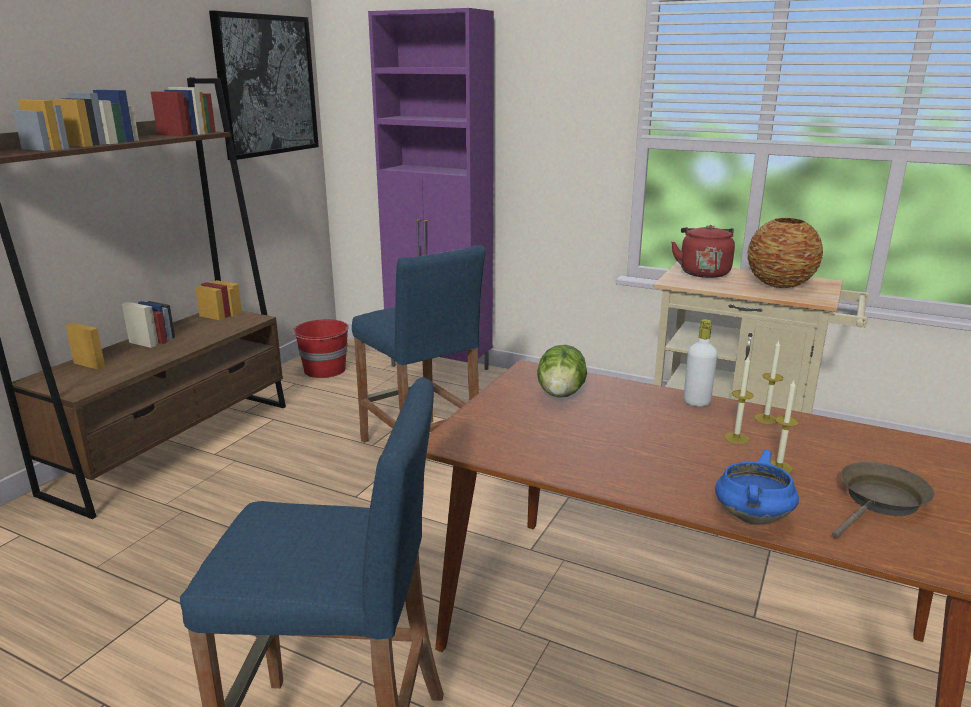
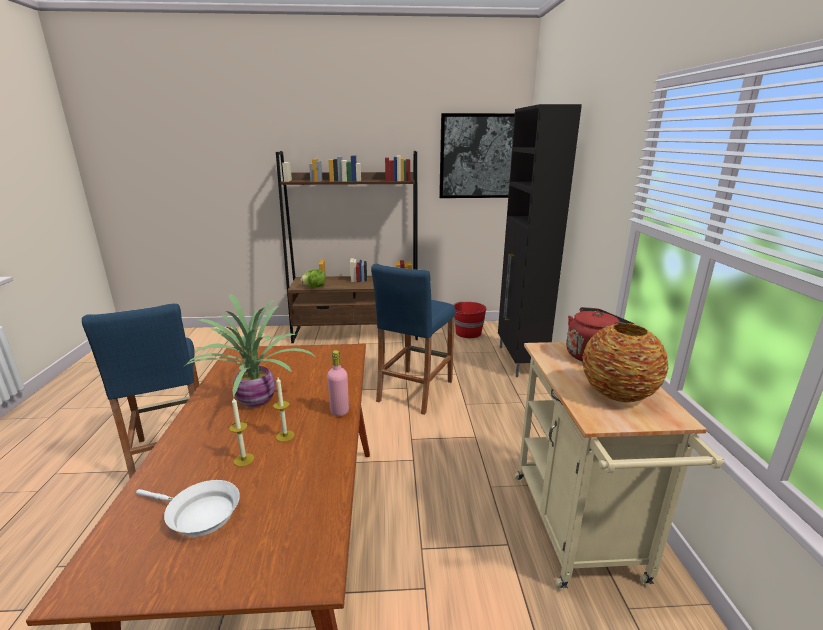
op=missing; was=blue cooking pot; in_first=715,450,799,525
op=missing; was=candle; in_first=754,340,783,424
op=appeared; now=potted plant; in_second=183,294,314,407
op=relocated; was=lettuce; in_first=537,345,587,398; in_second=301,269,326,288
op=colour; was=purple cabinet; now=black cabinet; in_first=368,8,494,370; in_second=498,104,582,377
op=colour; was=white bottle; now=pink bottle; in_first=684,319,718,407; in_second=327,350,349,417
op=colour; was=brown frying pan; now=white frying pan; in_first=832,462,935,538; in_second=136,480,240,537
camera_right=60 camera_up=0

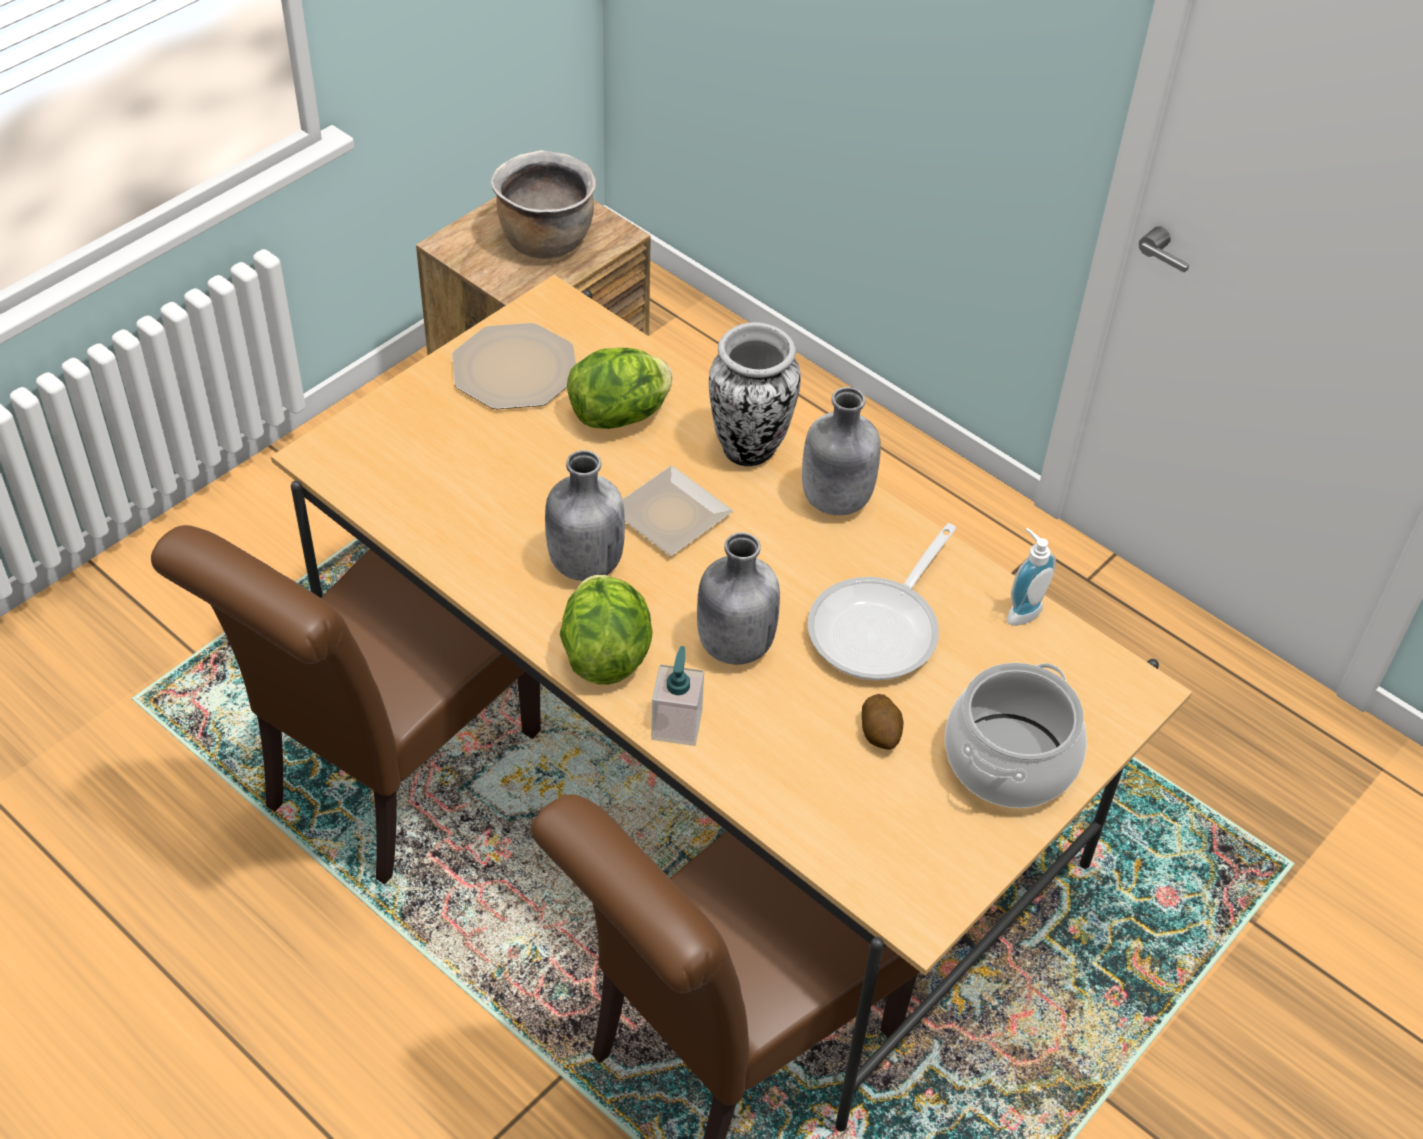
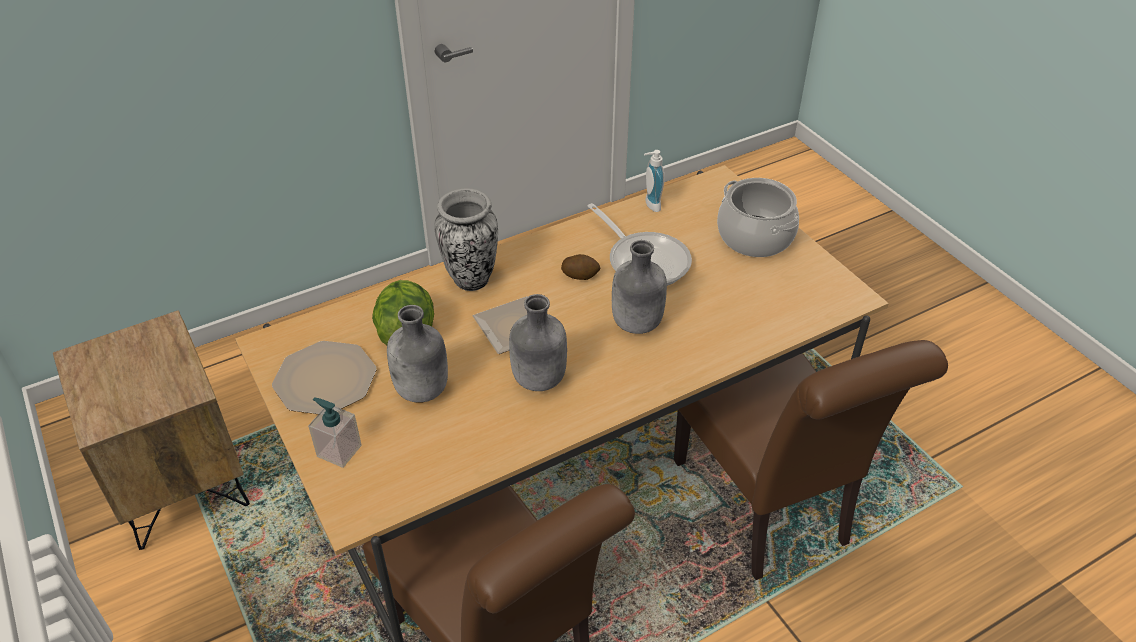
op=missing; was=brown cooking pot; in_first=491,150,596,259
op=missing; was=lettuce; in_first=560,575,653,685
op=relocated; was=soap dispenser; in_first=651,646,704,746; in_second=308,398,362,468
op=relocated; was=grey bottle; in_first=802,387,881,515; in_second=387,305,448,403
op=relocated; was=potato; in_first=862,694,904,750; in_second=561,254,600,280
camera_right=-70 camera_up=-5

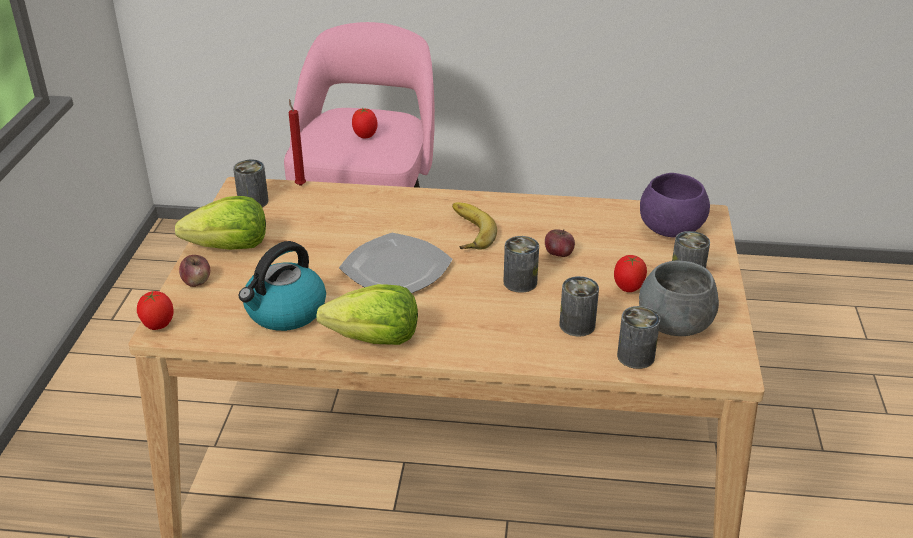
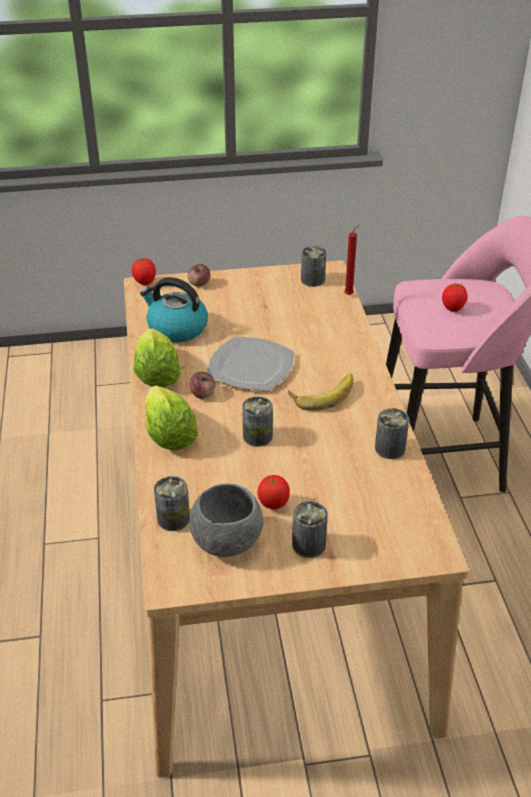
op=missing; was=purple bowl; in_first=640,173,710,237
op=relocated; was=lettuce; in_first=175,196,266,250; in_second=145,386,198,451
op=relocated; was=apple; in_first=545,229,575,257; in_second=190,372,215,399
op=relocated; was=can; in_first=560,276,599,337; in_second=375,408,409,459
camera_right=75 camera_up=5

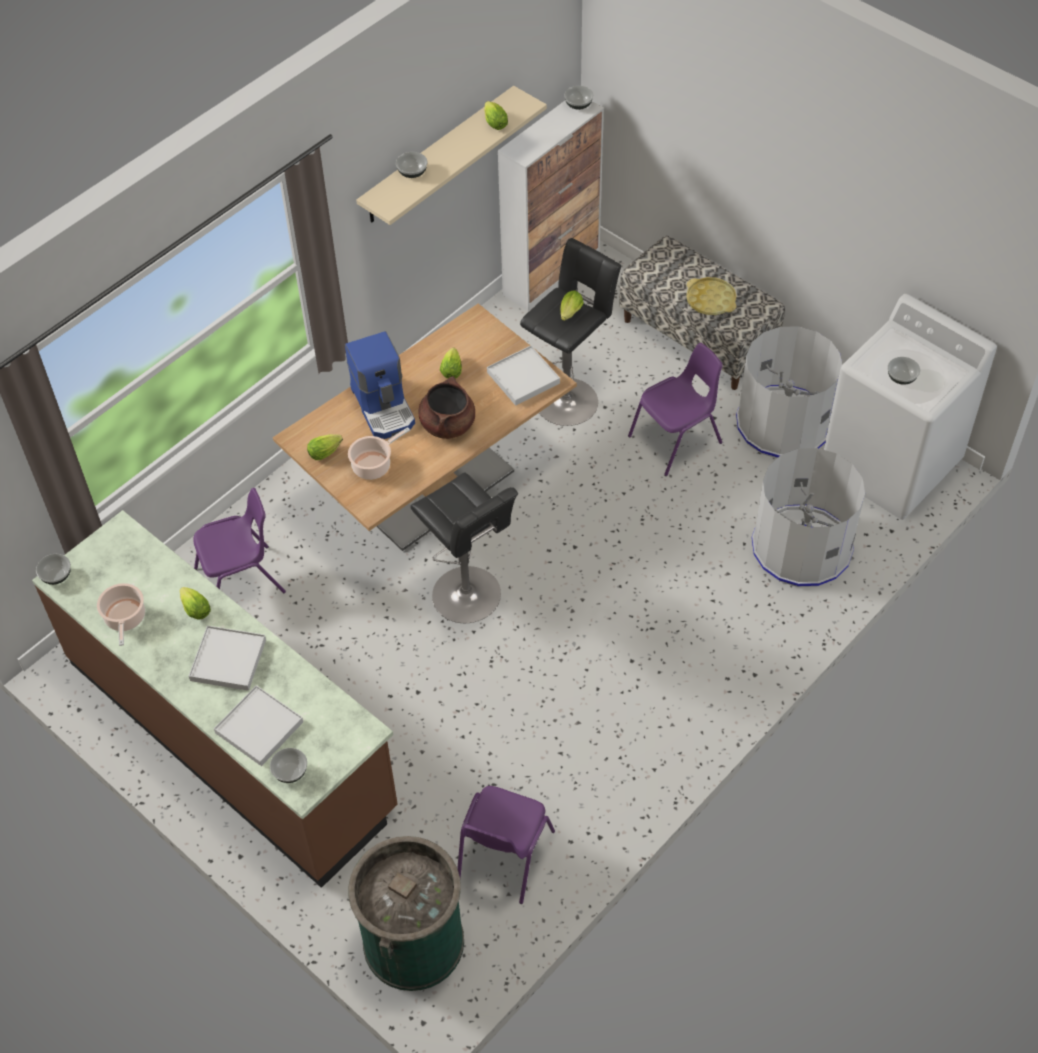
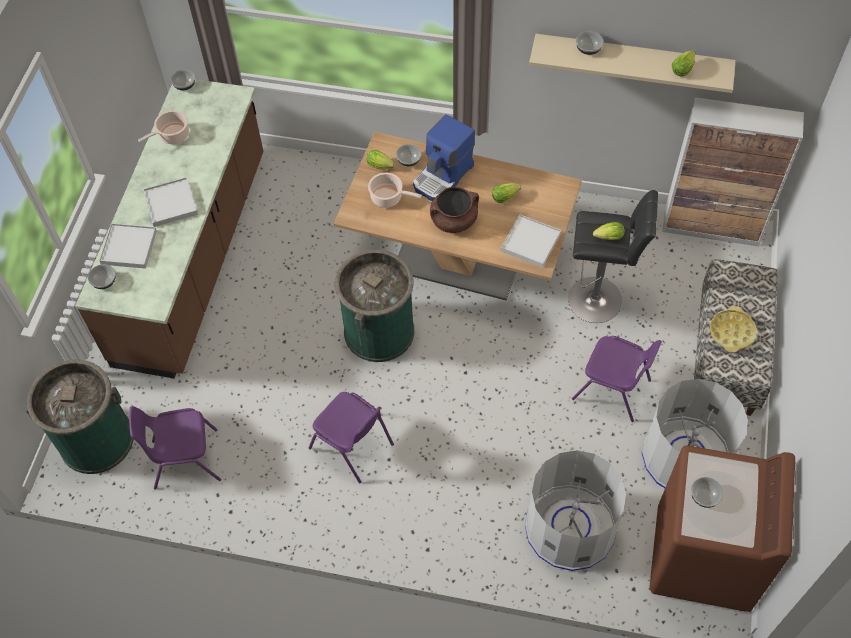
op=missing; was=lettuce; in_first=180,587,211,620
op=relocated; was=purple chair; in_first=193,488,286,593; in_second=309,392,394,484
op=relocated; was=bowl; in_first=564,86,593,110; in_second=396,144,421,166
op=exchanged; was=black stool; now=green trash can; in_first=410,473,518,623; in_second=335,250,414,362
op=colour; was=white washing machine; now=brown washing machine; in_first=824,294,997,520; in_second=649,446,795,612
camera_right=60 camera_up=5

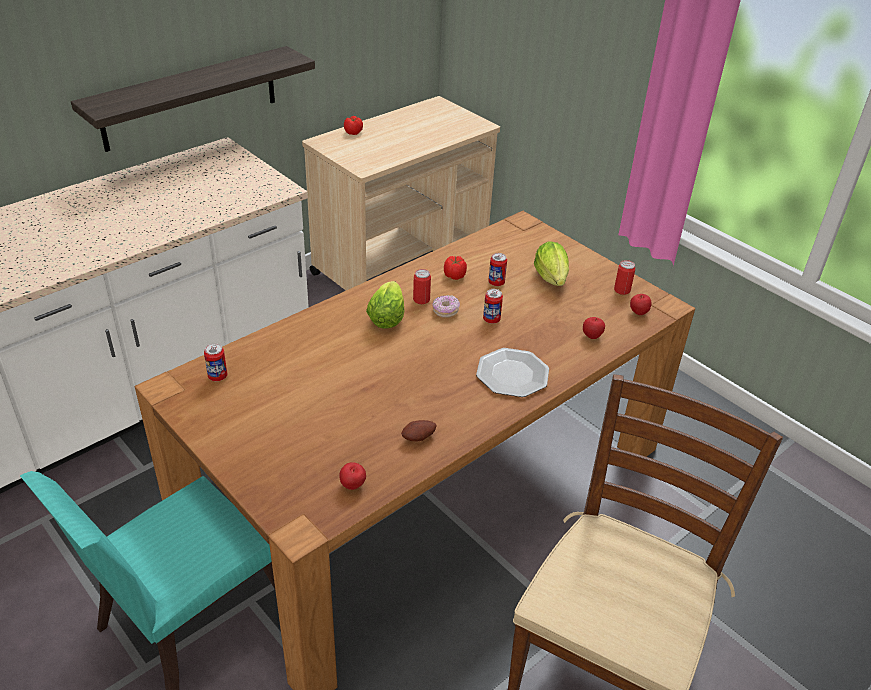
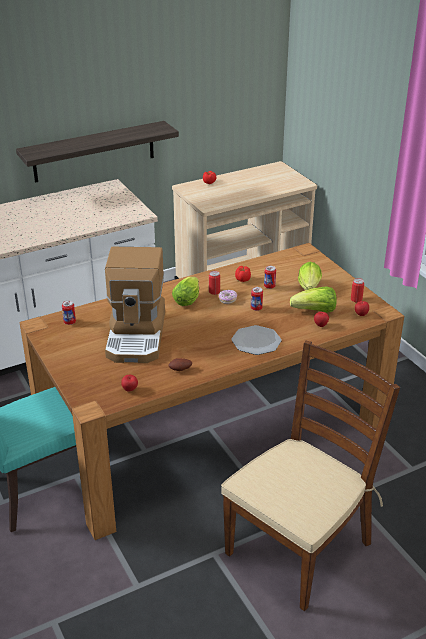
op=appeared; now=coffee machine; in_second=105,247,165,363
op=appeared; now=lettuce; in_second=290,286,337,313
camera_right=15 camera_up=-5

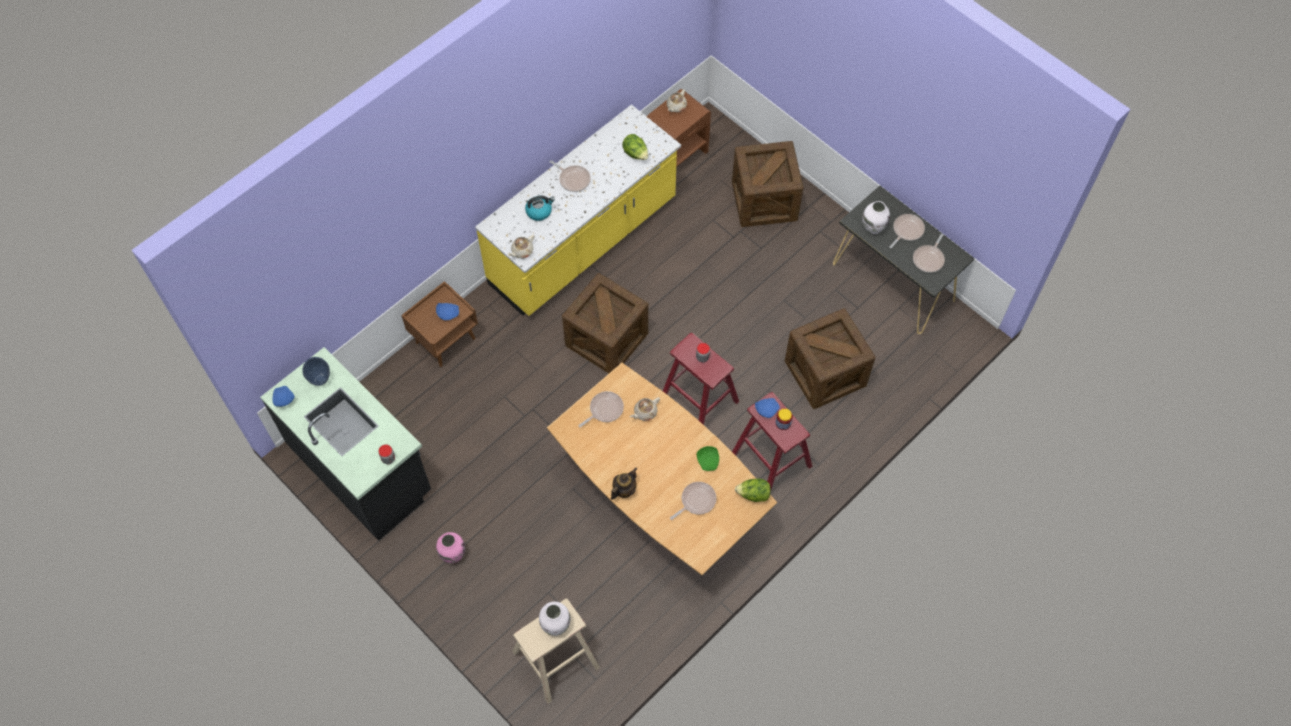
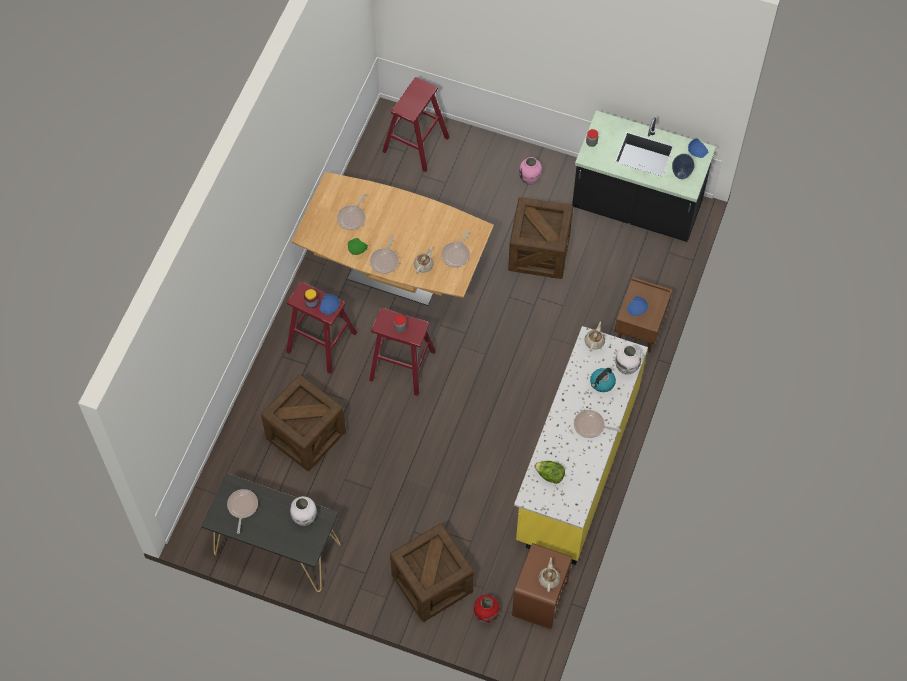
op=missing; was=teapot; in_first=611,468,637,500
op=missing; was=lettuce; in_first=735,478,771,502
op=appeared; now=red vase; in_second=474,595,500,623
op=relocated; was=white vase; in_first=539,602,570,636; in_second=615,345,641,375
op=relocated; was=crate; in_first=562,273,648,373; in_second=508,197,573,279
op=relocated; was=frying pan; in_first=889,214,925,248; in_second=370,235,399,274
op=colour; was=beige stool; now=red stool; in_first=512,598,600,704; in_second=382,77,449,172
camera_right=155 camera_up=0

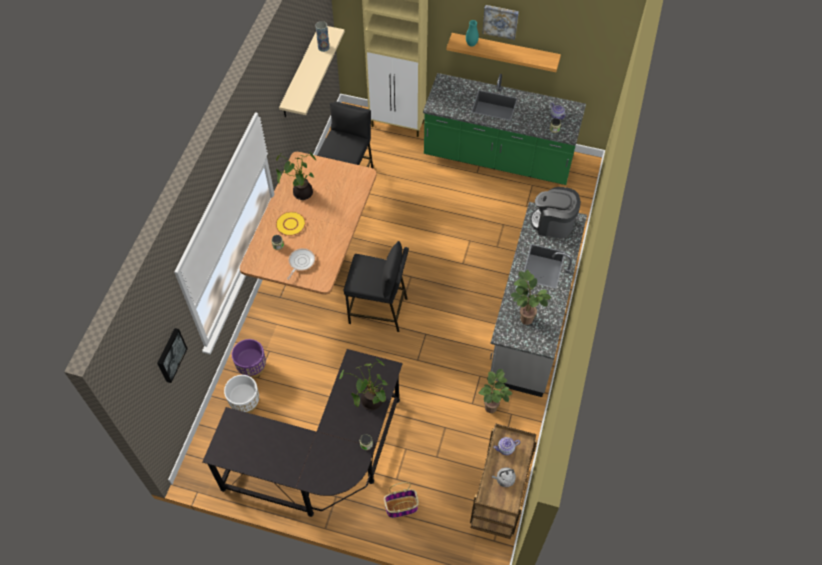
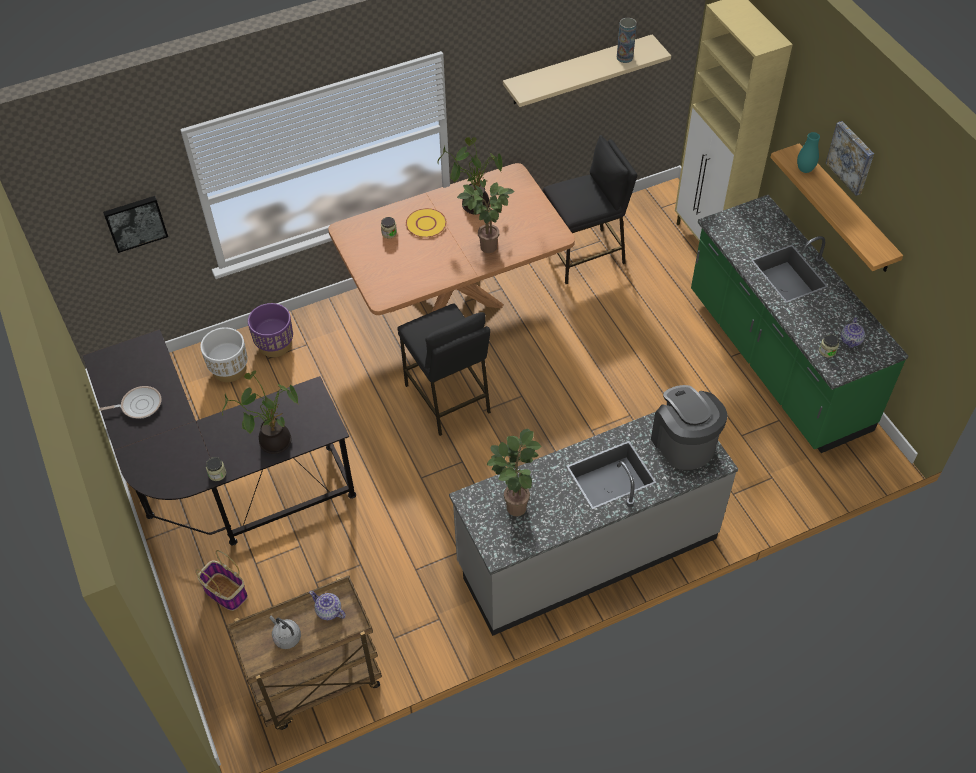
op=relocated; was=frying pan; in_first=287,248,315,280; in_second=99,386,161,419
op=relocated; was=potted plant; in_first=479,369,512,413; in_second=457,182,515,253
camera_right=50 camera_up=-5

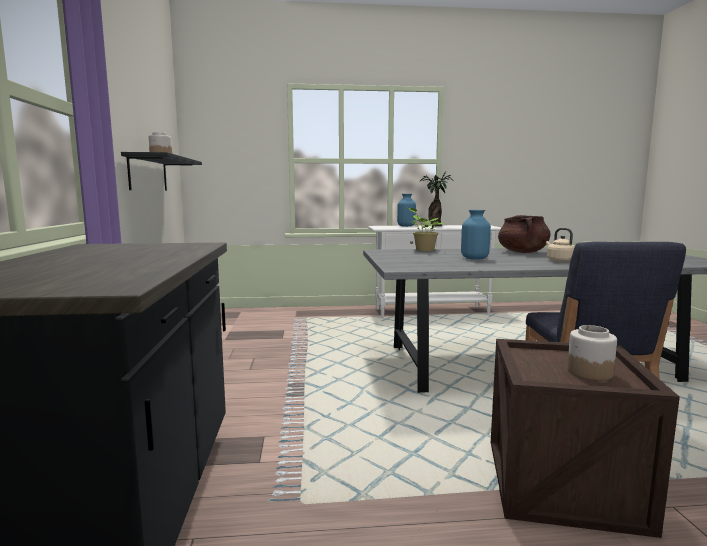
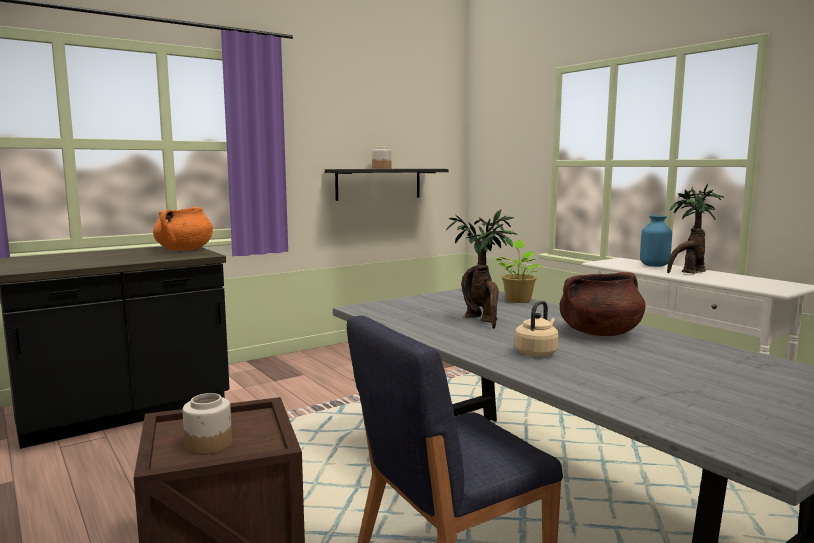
op=appeared; now=orange cooking pot; in_second=153,207,213,251
op=exchanged; was=blue vase; now=potted plant; in_first=461,210,491,260; in_second=446,209,517,329
camera_right=60 camera_up=0

